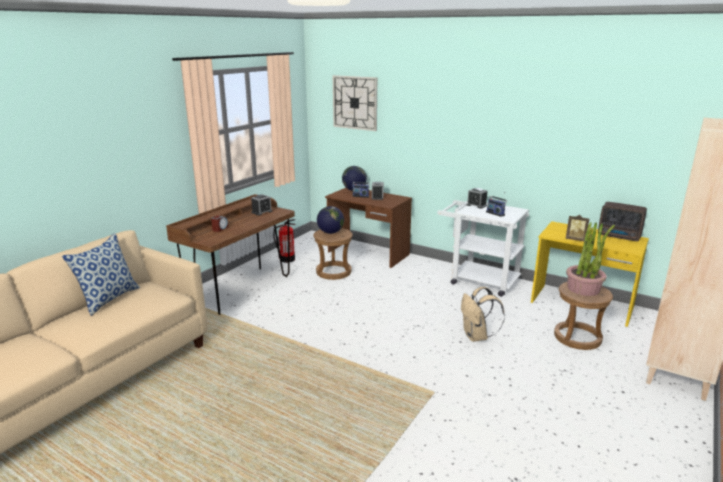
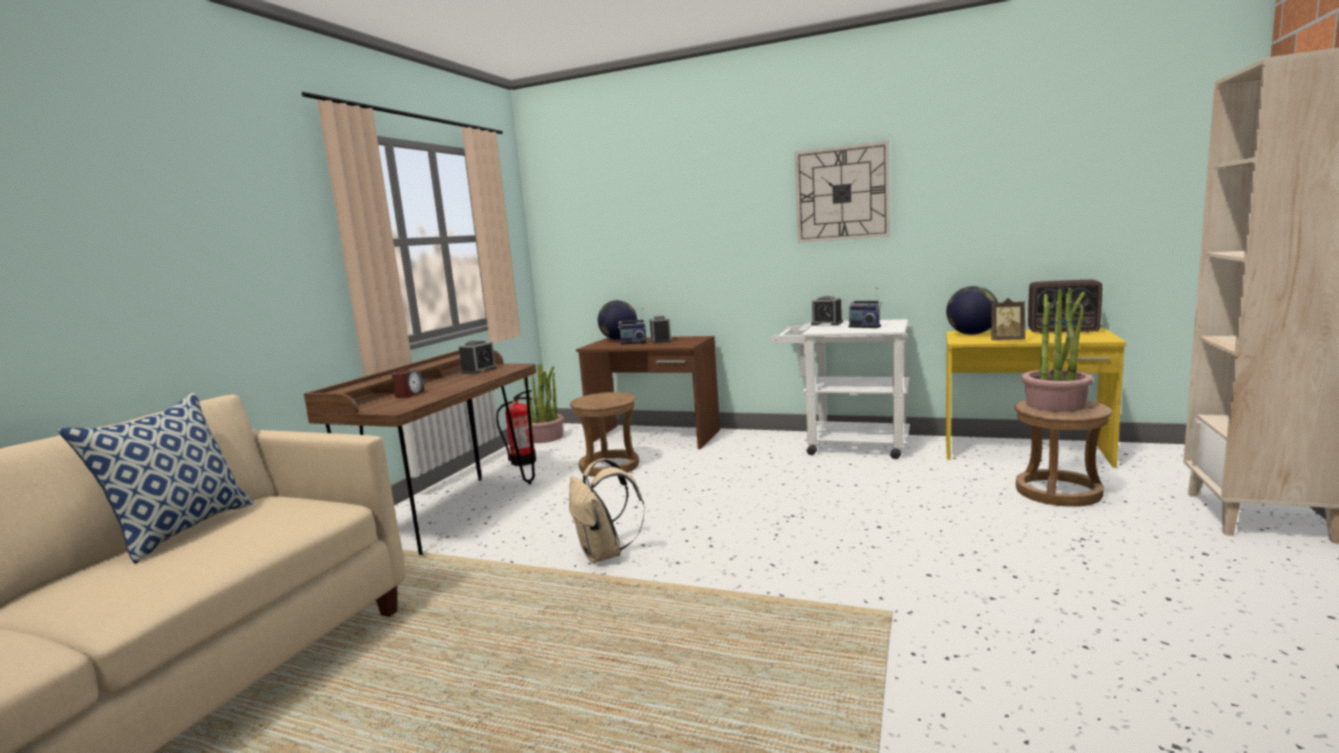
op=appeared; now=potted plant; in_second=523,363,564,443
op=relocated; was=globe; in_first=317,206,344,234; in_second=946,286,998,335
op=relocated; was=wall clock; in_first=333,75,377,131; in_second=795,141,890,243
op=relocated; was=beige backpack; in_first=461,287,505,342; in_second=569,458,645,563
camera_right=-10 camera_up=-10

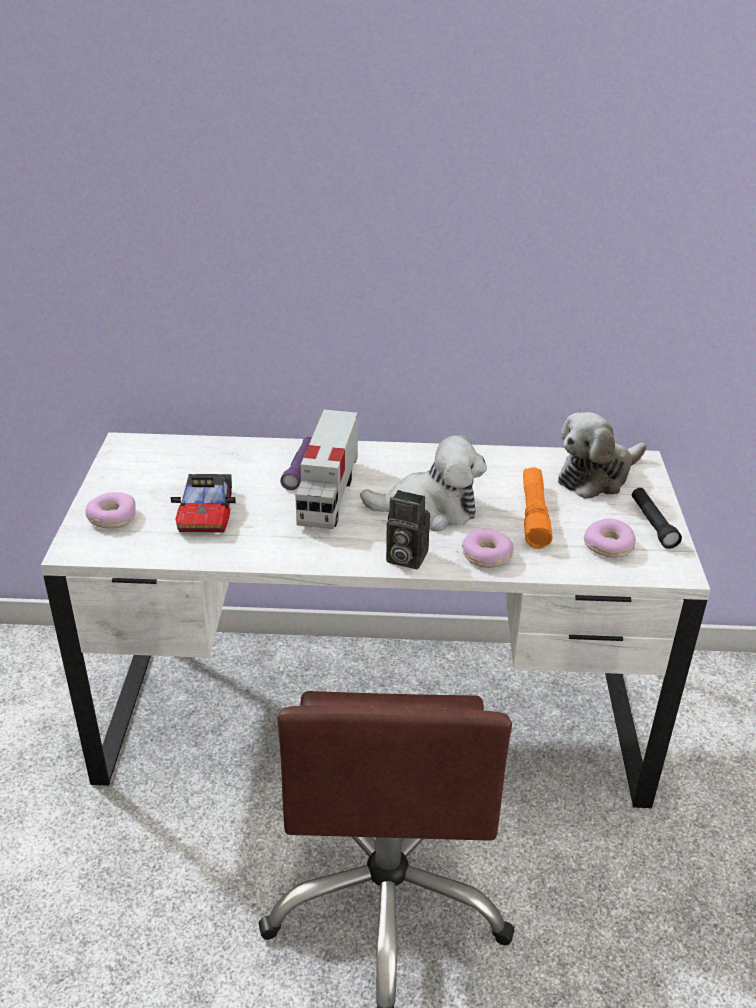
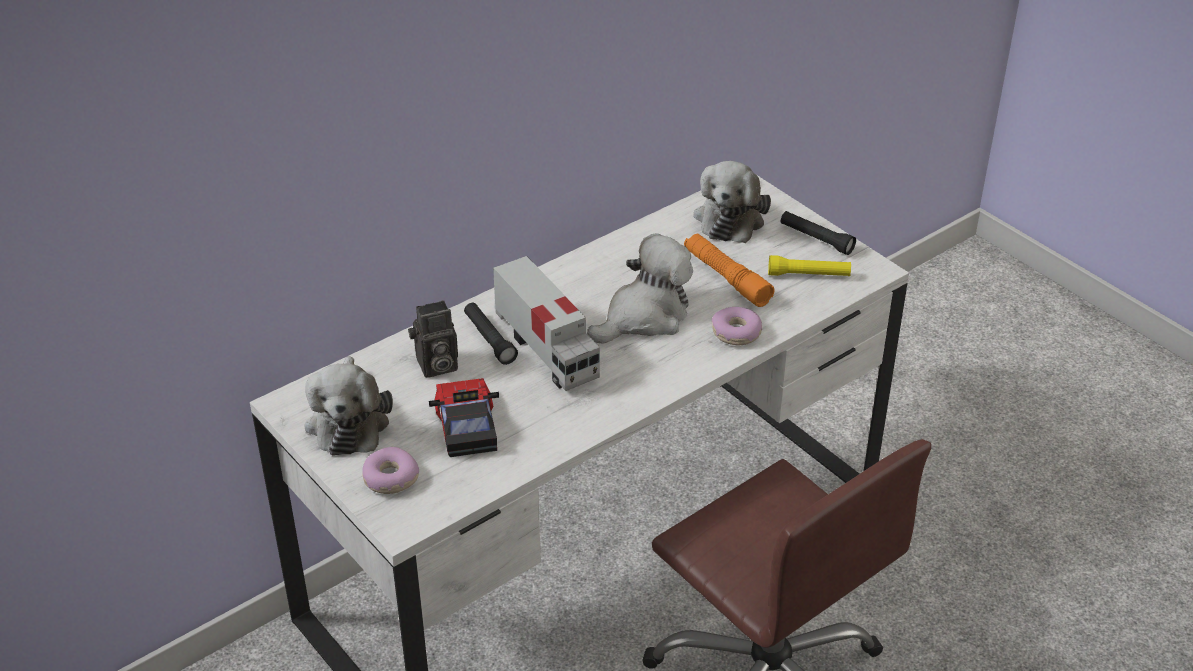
op=appeared; now=plush toy; in_second=304,356,393,456
op=relocated; was=photo camera; in_first=386,490,430,569; in_second=408,300,458,378
op=exchanged; was=donut; now=yellow flashlight; in_first=584,519,636,558; in_second=768,255,851,276
op=colour; was=purple flashlight; now=black flashlight; in_first=280,437,312,490; in_second=464,303,518,365
op=spun; was=toy car; in_first=171,474,236,532; in_second=429,378,499,457; clockwise=-150
camera_right=-40 camera_up=5

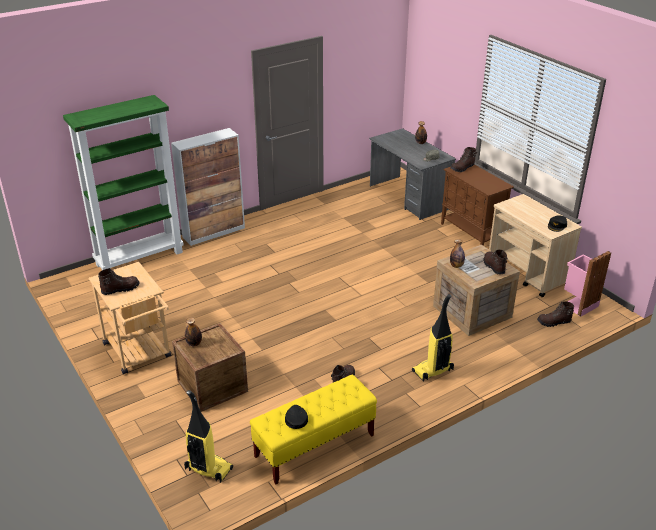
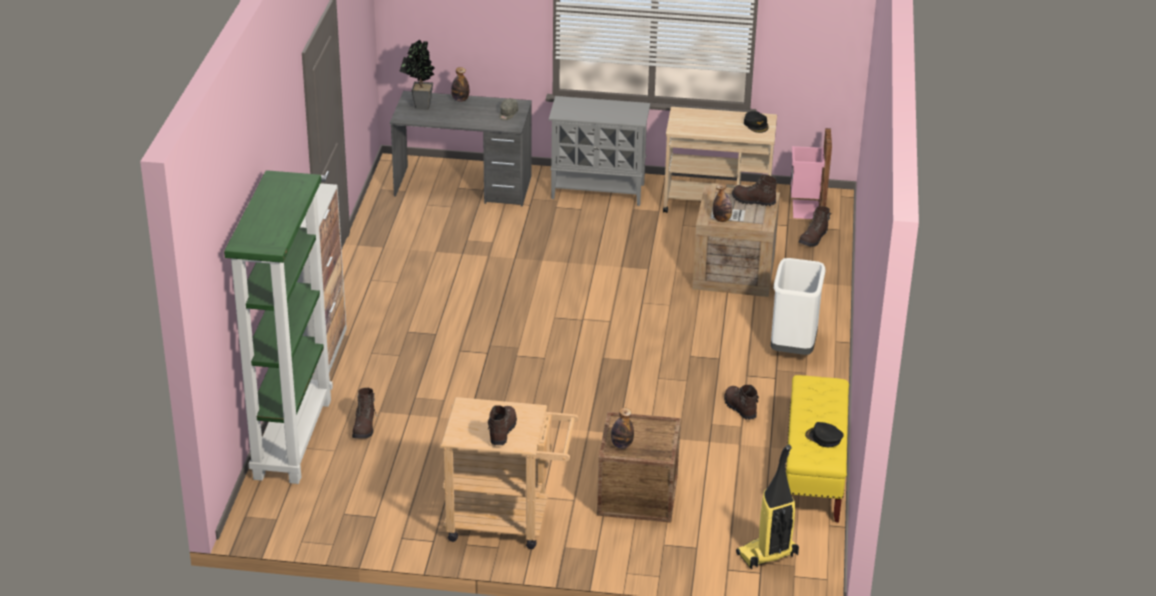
op=appeared; now=potted plant; in_second=399,40,435,110
op=relocated; was=brown boot; in_first=450,147,477,172; in_second=352,388,377,439
op=exchanged; was=vacuum cleaner; now=white trash can; in_first=412,294,454,381; in_second=771,258,825,355
op=colour; was=brown cabinet; now=grey cabinet; in_first=441,165,514,246; in_second=549,96,650,206
camera_right=-50 camera_up=0

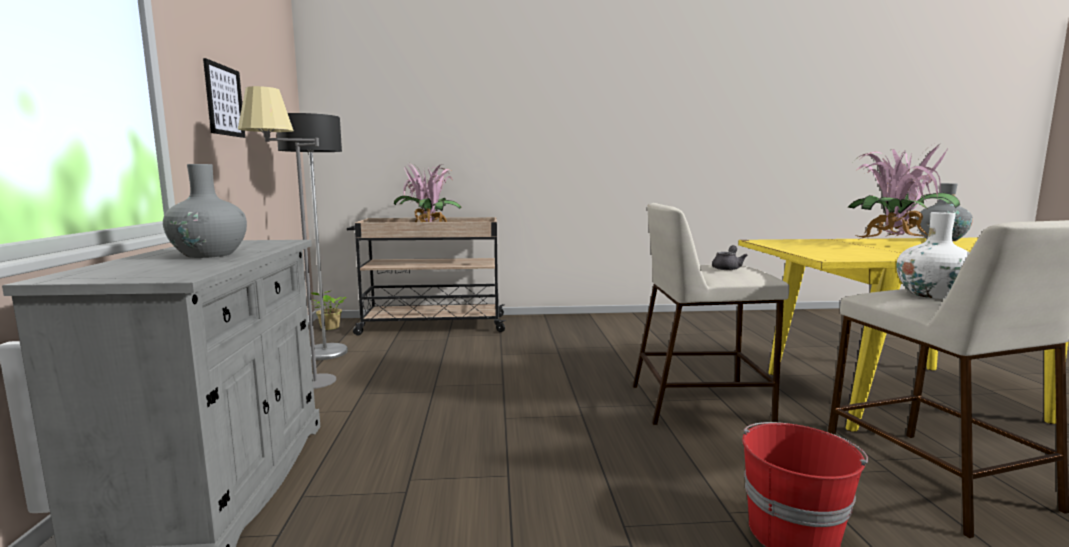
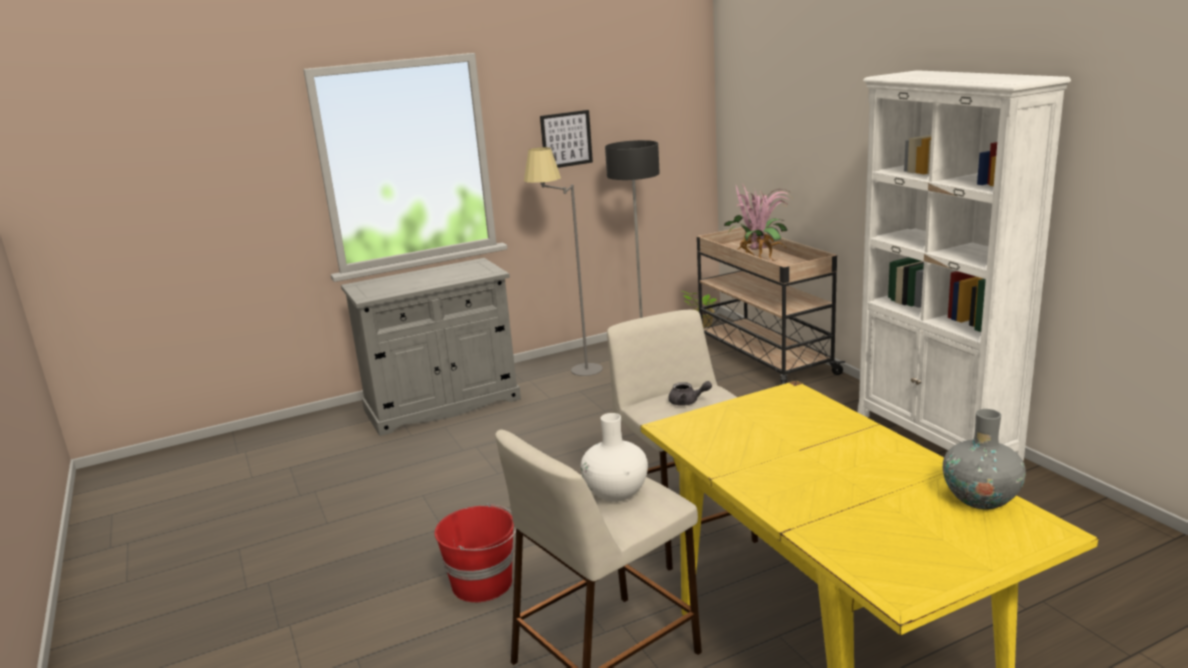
op=missing; was=grey vase; in_first=163,164,247,258
op=missing; was=potted plant; in_first=848,144,960,240
op=appeared; now=white bookcase; in_second=858,70,1071,461
camera_right=70 camera_up=10

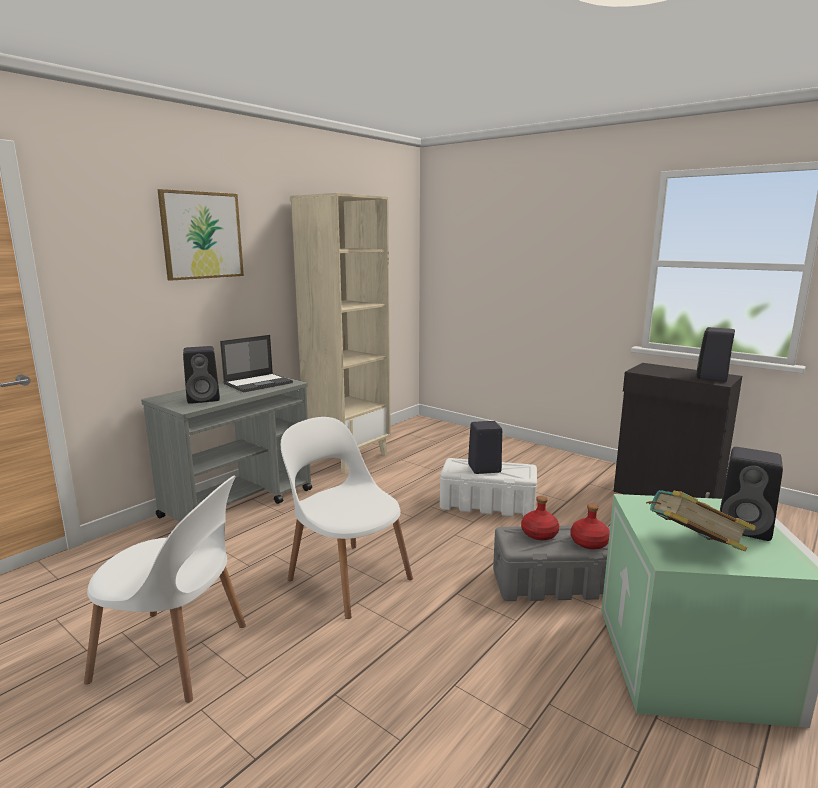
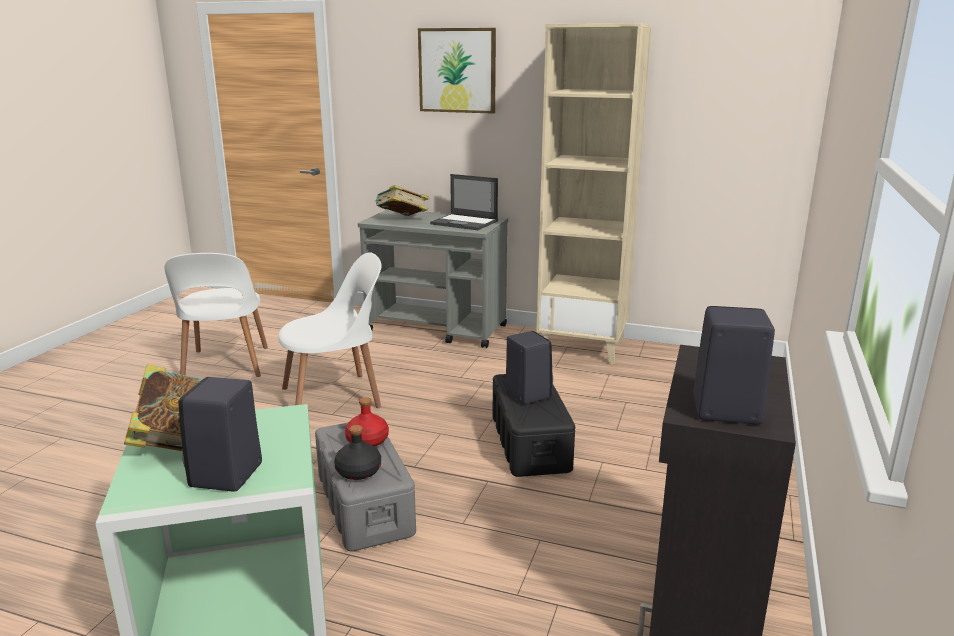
op=exchanged; was=black speaker; now=book; in_first=183,346,220,404; in_second=374,185,429,216
op=colour; was=white storage box; now=black storage box; in_first=440,458,537,517; in_second=493,374,575,477
op=colour; was=red bottle; now=black bottle; in_first=570,504,610,549; in_second=334,425,381,480
op=spun; was=white chair; in_first=281,417,413,619; in_second=278,252,382,409; clockwise=45
camera_right=70 camera_up=5

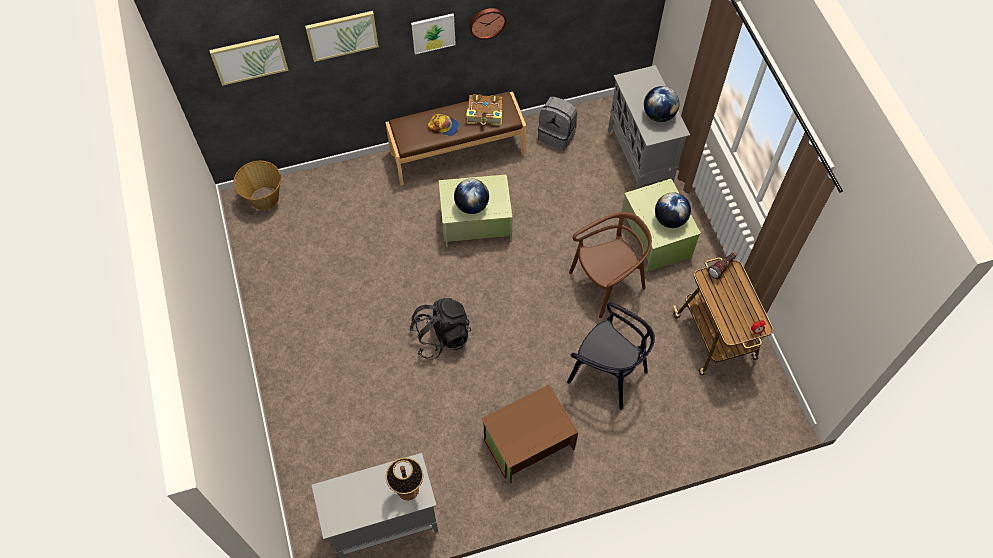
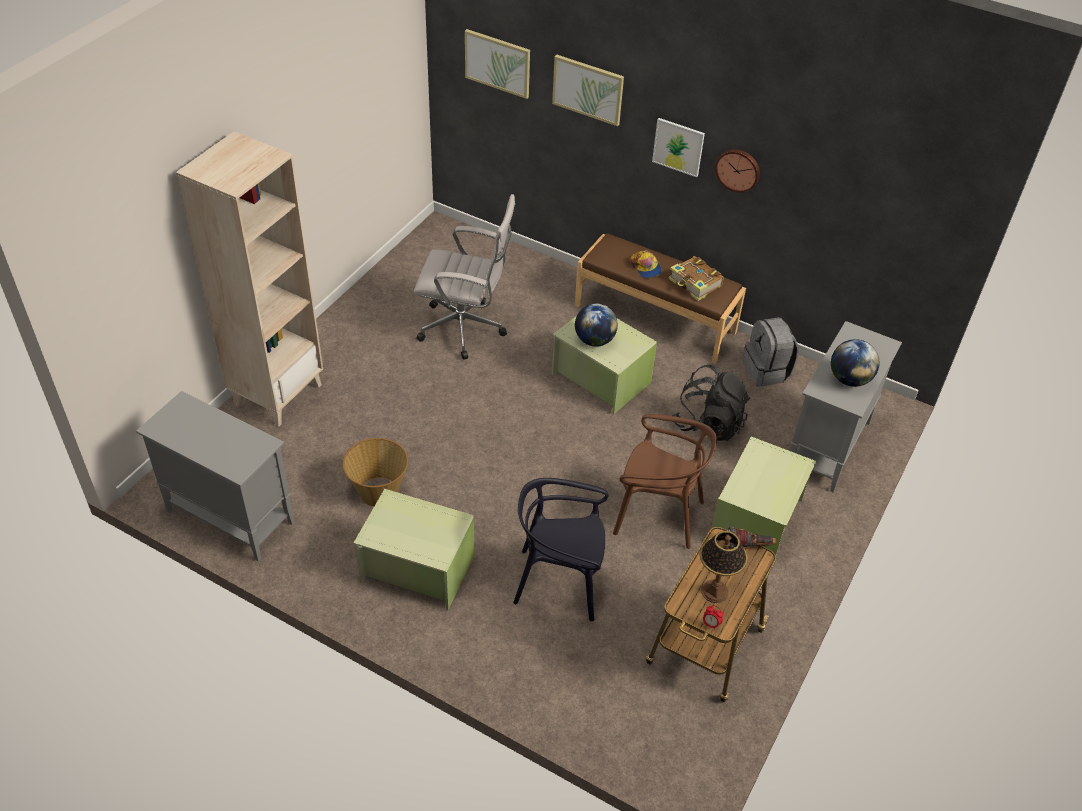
op=missing; was=globe; in_first=655,193,691,228
op=appeared; now=beige bookcase; in_second=176,131,323,427
op=appeared; now=white office chair; in_second=414,194,515,360
op=relocated; was=basket; in_first=233,161,281,210; in_second=342,438,408,507
op=relocated; was=table lamp; in_first=385,457,423,501; in_second=699,531,748,603
op=relocated; was=black backpack; in_first=409,298,471,360; in_second=672,365,750,441
op=colour; was=brown storage box; now=green storage box; in_first=481,385,578,483; in_second=353,489,474,610
op=spun; was=black chair; in_first=567,302,655,410; in_second=513,478,608,621; clockwise=105
camera_right=45 camera_up=-15

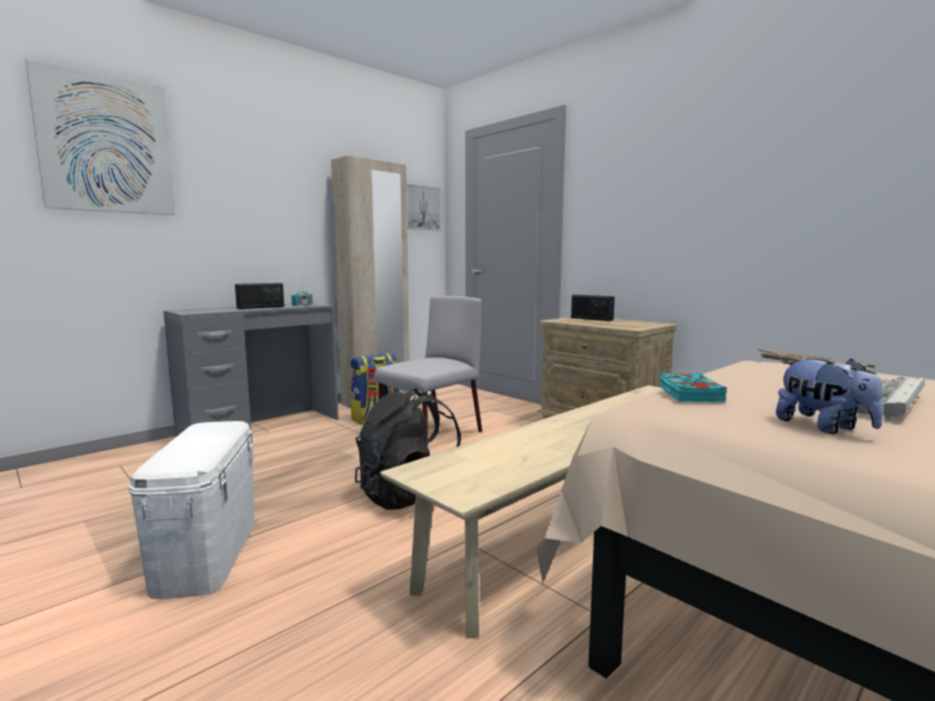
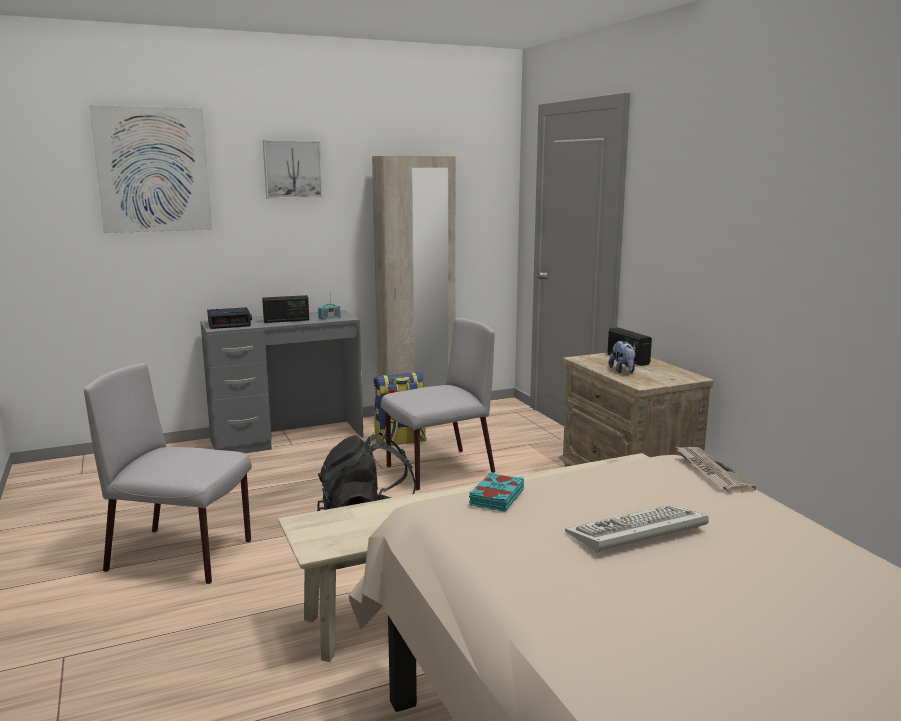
op=appeared; now=alarm clock; in_second=207,307,252,329
op=relocated; was=picture; in_first=406,184,441,230; in_second=263,140,323,199
op=relocated; was=plush toy; in_first=776,358,883,434; in_second=608,341,636,373
op=exchanged; was=white storage box; now=grey chair; in_first=128,421,255,599; in_second=84,363,252,584
camera_right=20 camera_up=5

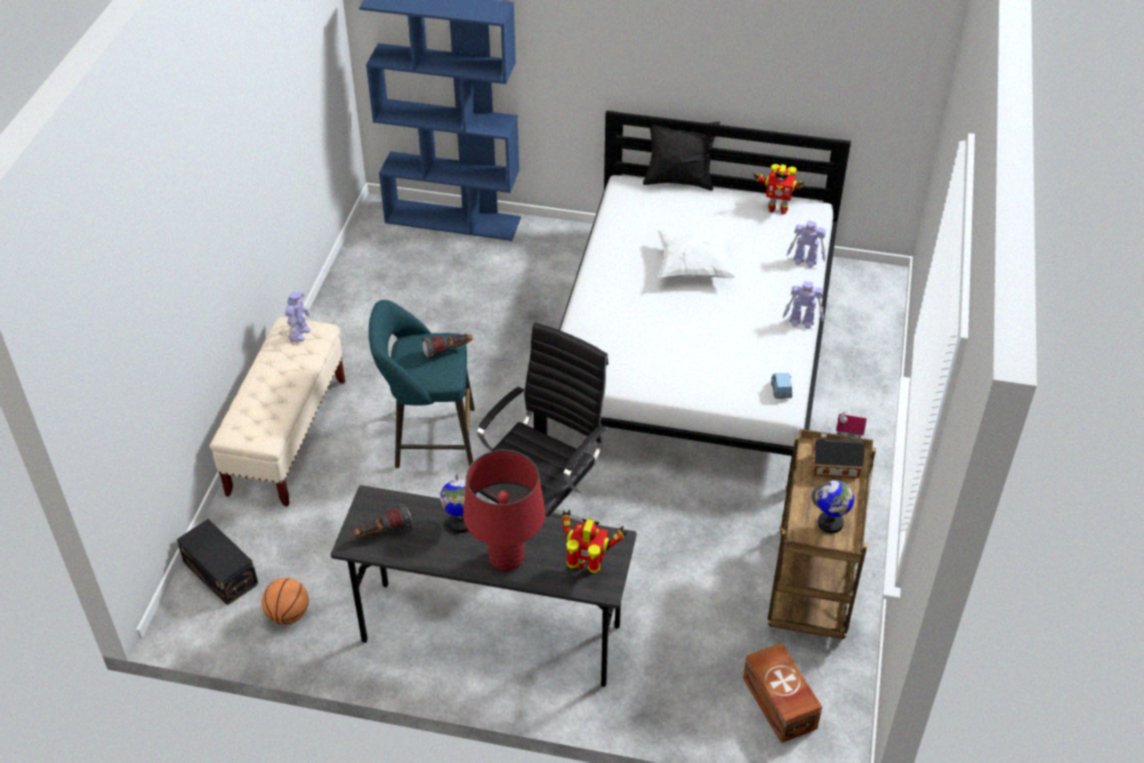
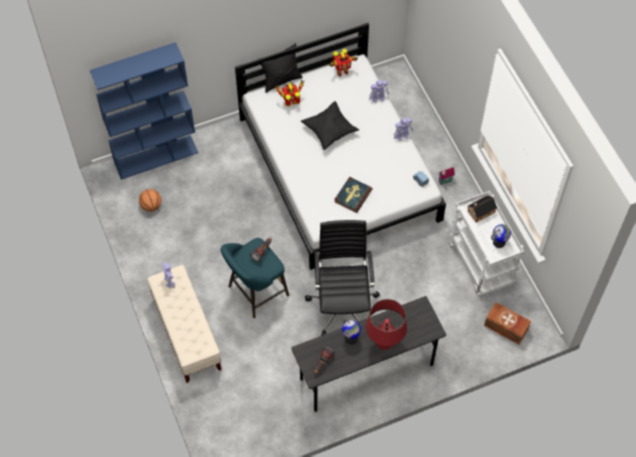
op=missing; was=black storage box; in_first=177,519,258,606
op=appeared; now=book; in_second=334,177,372,213
op=relocated; was=basketball; in_first=262,578,309,625; in_second=139,189,162,212
op=relocated; was=toy robot; in_first=562,510,627,573; in_second=275,80,304,107
op=colour; was=white pillow; now=black pillow; in_first=657,228,735,278; in_second=301,101,359,150
op=colour; was=brown cart; now=white cart; in_first=768,429,876,639; in_second=449,191,524,296
camera_right=-35 camera_up=15

